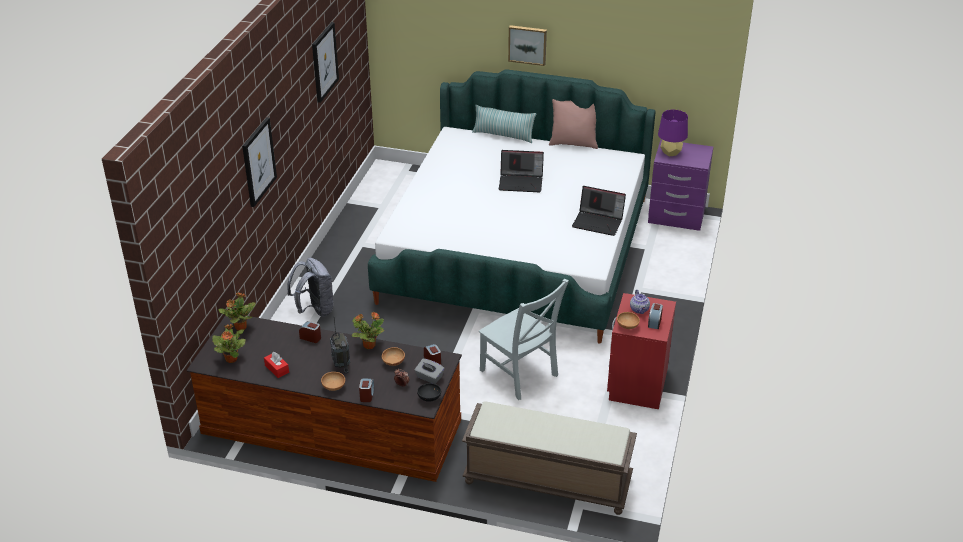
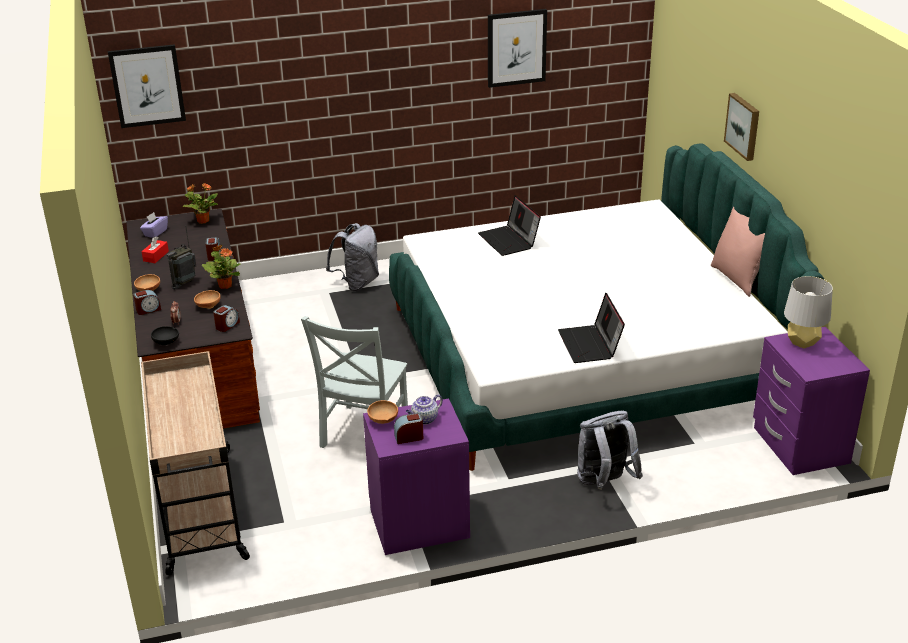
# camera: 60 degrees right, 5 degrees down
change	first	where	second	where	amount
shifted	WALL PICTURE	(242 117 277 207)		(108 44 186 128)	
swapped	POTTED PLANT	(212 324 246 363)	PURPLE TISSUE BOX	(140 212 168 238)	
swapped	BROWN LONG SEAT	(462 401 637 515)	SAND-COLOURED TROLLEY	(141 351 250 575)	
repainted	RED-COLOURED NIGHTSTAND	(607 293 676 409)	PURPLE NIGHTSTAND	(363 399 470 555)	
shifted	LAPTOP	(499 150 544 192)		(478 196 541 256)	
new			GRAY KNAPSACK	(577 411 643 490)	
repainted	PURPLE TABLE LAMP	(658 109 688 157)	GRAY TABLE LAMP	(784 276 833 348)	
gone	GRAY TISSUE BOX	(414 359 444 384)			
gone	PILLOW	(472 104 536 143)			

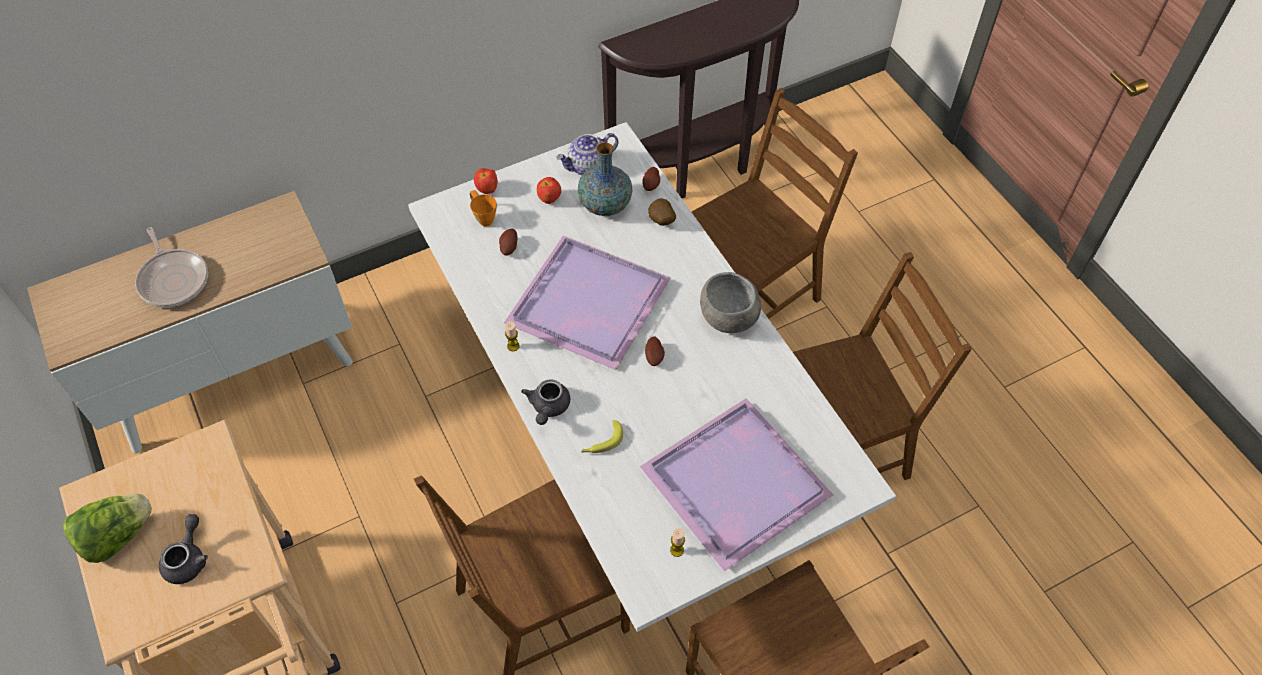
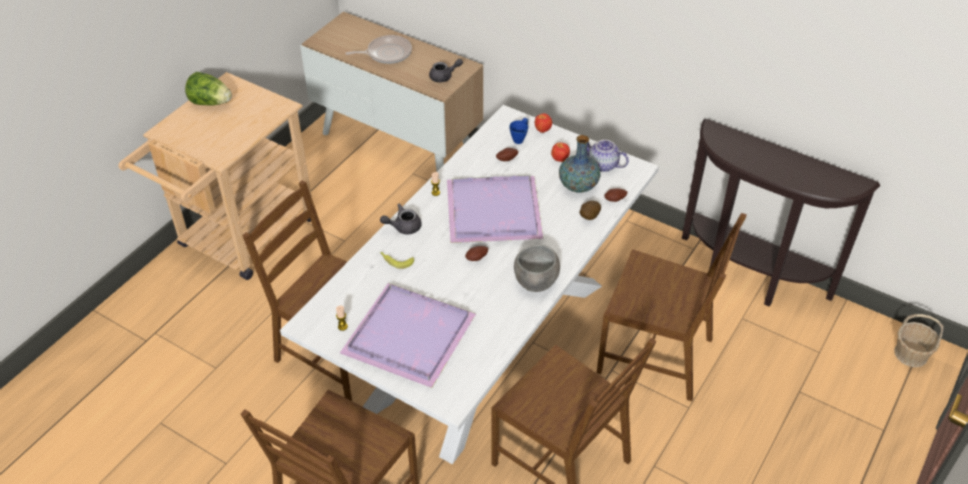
# camera: 60 degrees right, 10 degrees down
change	first	where	second	where	amount
rotated	FRYING PAN	(135 227 208 307)		(345 35 412 64)	135 degrees counterclockwise
shifted	GRAY TEAPOT	(159 514 208 584)		(429 59 463 82)	
repainted	ORANGE-COLOURED TEA MUG	(469 190 497 227)	BLUE TEA MUG	(509 118 528 144)	
new			BASKET	(894 314 943 367)	

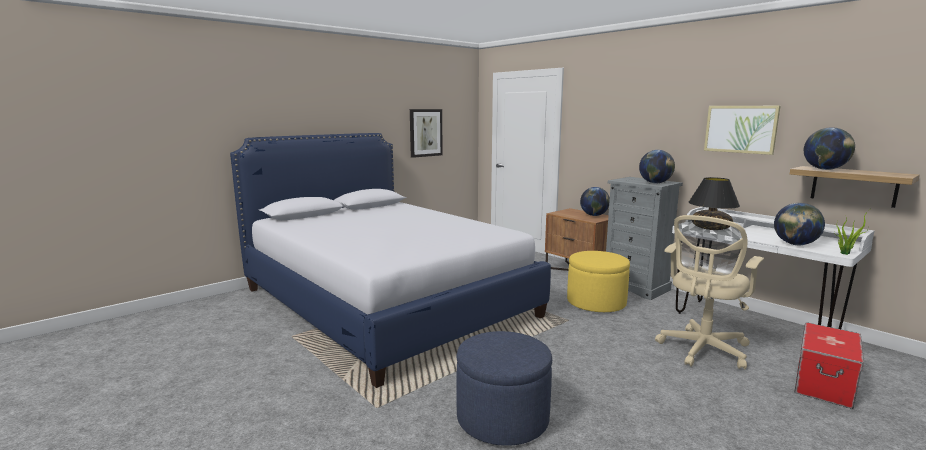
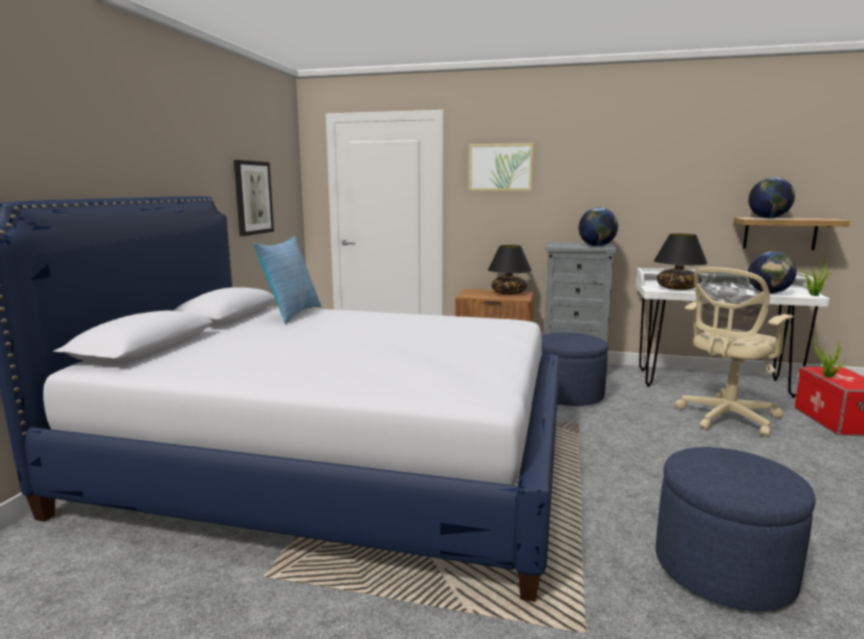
# camera: 35 degrees left, 0 degrees up
change	first	where	second	where	amount
new			PILLOW	(253 236 321 324)	
shifted	WALL PICTURE	(704 106 780 155)		(468 143 534 191)	
swapped	WORLD GLOBE	(580 187 610 216)	BLACK TABLE LAMP	(488 245 532 294)	
repainted	YELLOW OTTOMAN	(567 251 630 312)	BLUE OTTOMAN	(541 332 608 406)	
rotated	SAND-COLOURED OFFICE CHAIR	(655 215 764 369)		(675 267 793 437)	45 degrees clockwise
new			POTTED PLANT	(812 329 845 377)	

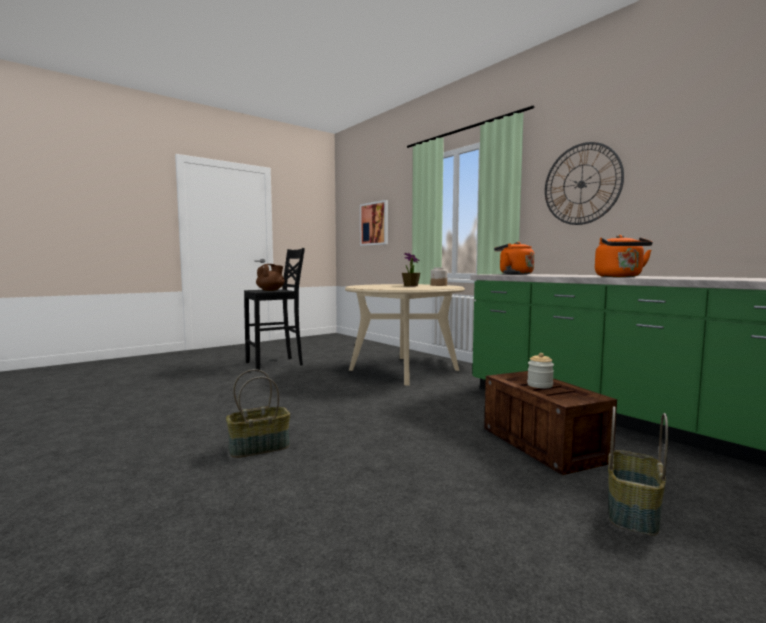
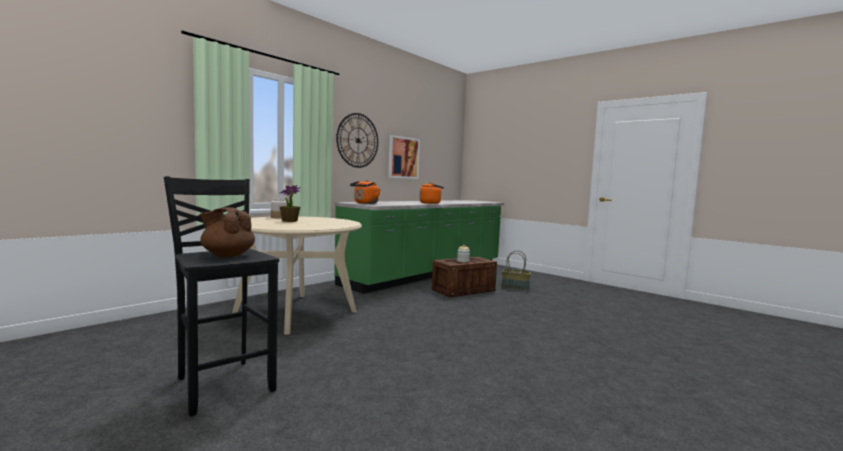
# camera: 100 degrees left, 0 degrees up
change	first	where	second	where	amount
shifted	WALL PICTURE	(360 200 388 246)		(388 135 420 179)	
gone	BASKET	(226 369 290 458)			

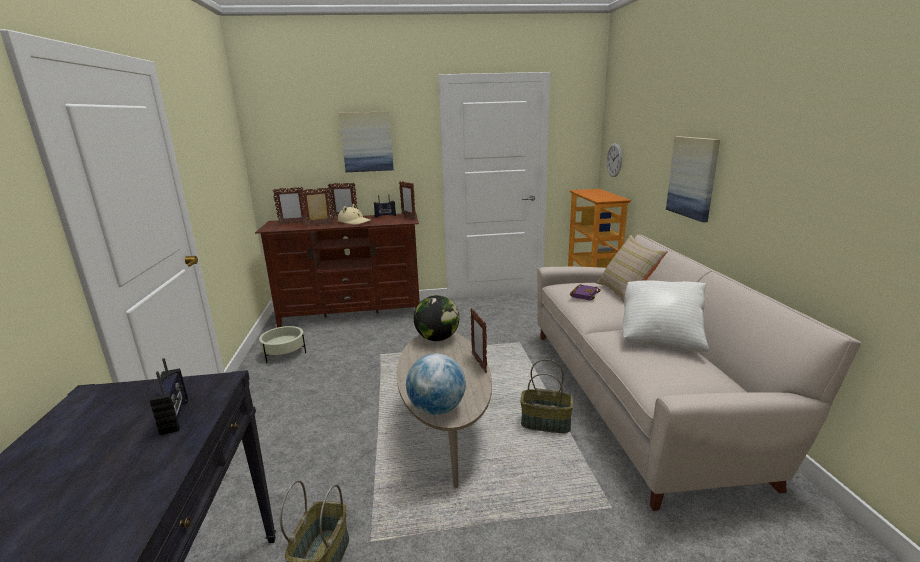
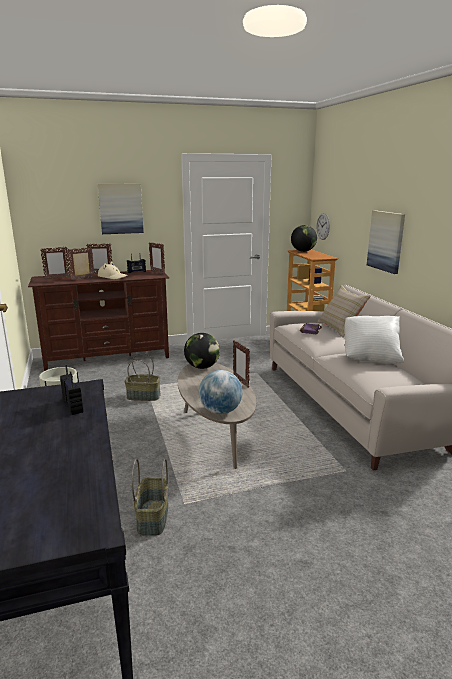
# camera: 10 degrees left, 0 degrees up
change	first	where	second	where	amount
shifted	BASKET	(520 359 574 433)		(124 353 161 401)	
new			WORLD GLOBE	(291 225 317 252)	

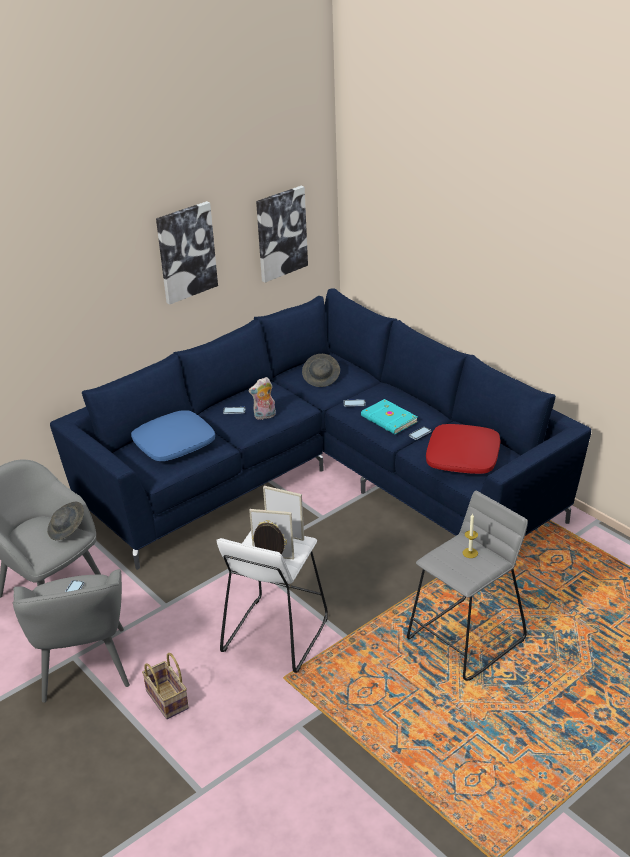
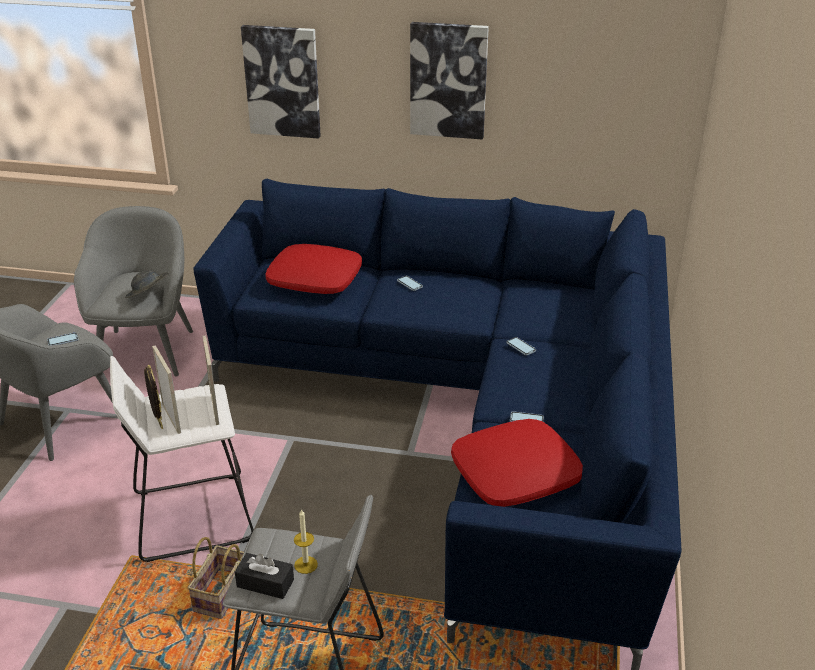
# camera: 50 degrees right, 0 degrees up
change	first	where	second	where	amount
shifted	BASKET	(142 653 189 719)		(188 537 244 619)	
new			BLACK TISSUE BOX	(235 553 294 599)	
shifted	WALL PICTURE	(256 186 308 283)		(241 25 321 139)	
repainted	BLUE PILLOW	(131 410 215 461)	RED-COLOURED PILLOW	(265 244 362 294)	
gone	PLUSH TOY	(248 377 276 420)			
gone	GRAY HAT	(302 354 340 387)			
gone	TURQUOISE-COLOURED BOOK	(361 399 418 434)			

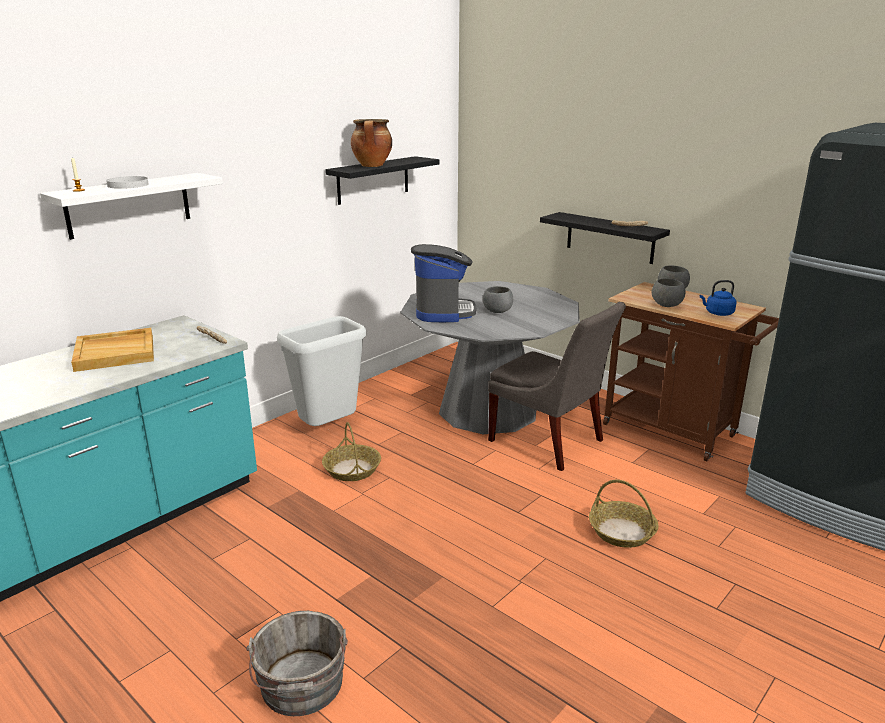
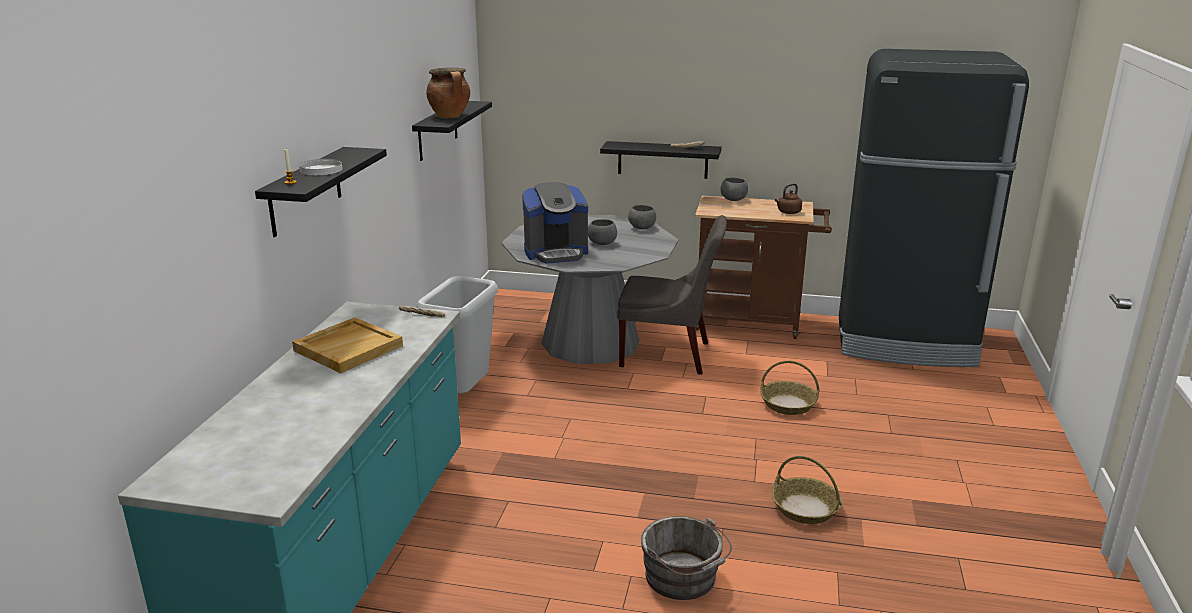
# camera: 30 degrees left, 0 degrees up
change	first	where	second	where	amount
repainted	WHITISH BRACKET SHELF	(40 173 223 240)	BLACK BRACKET SHELF	(255 147 387 237)	
rotated	COFFEE MAKER	(411 244 476 322)		(522 182 588 264)	105 degrees clockwise
shifted	GRAY SERVING BOWL	(651 278 686 307)		(628 205 656 230)	
shifted	BASKET	(322 422 381 481)		(772 456 842 524)	
repainted	BLUE WATER KETTLE	(700 280 737 316)	BROWN WATER KETTLE	(775 183 802 214)	

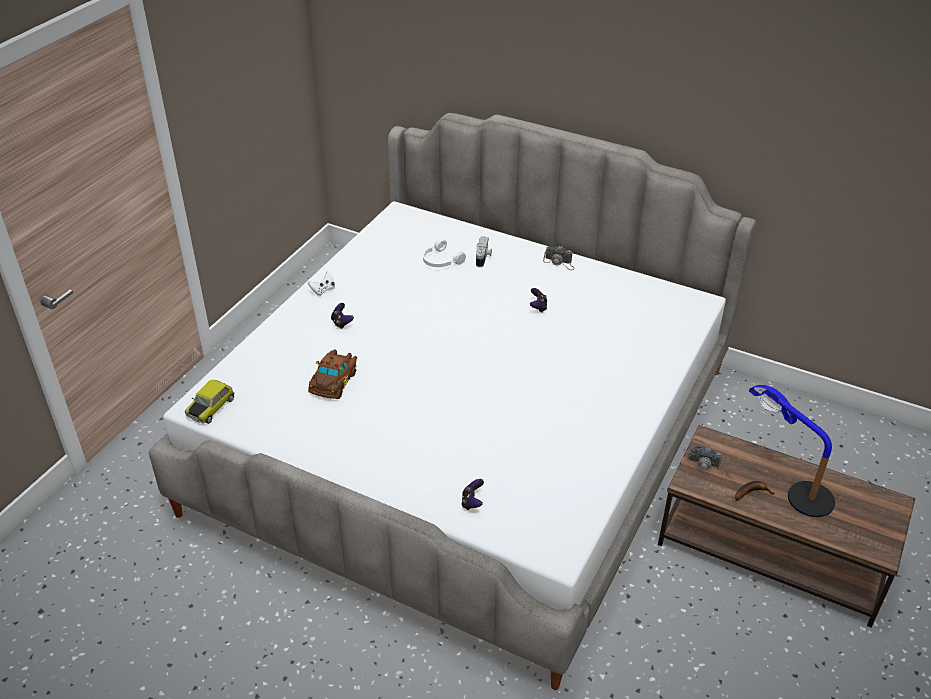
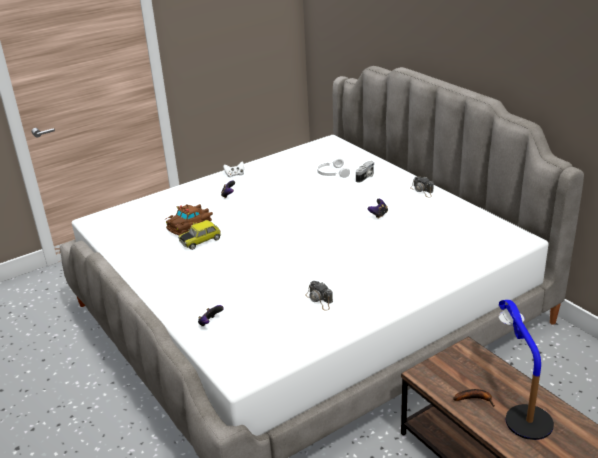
# camera: 30 degrees right, 10 degrees down
change	first	where	second	where	amount
shifted	MINIATURE CAR	(185 380 235 424)		(178 220 221 250)	
shifted	PHOTO CAMERA	(686 446 726 477)		(305 281 333 311)	

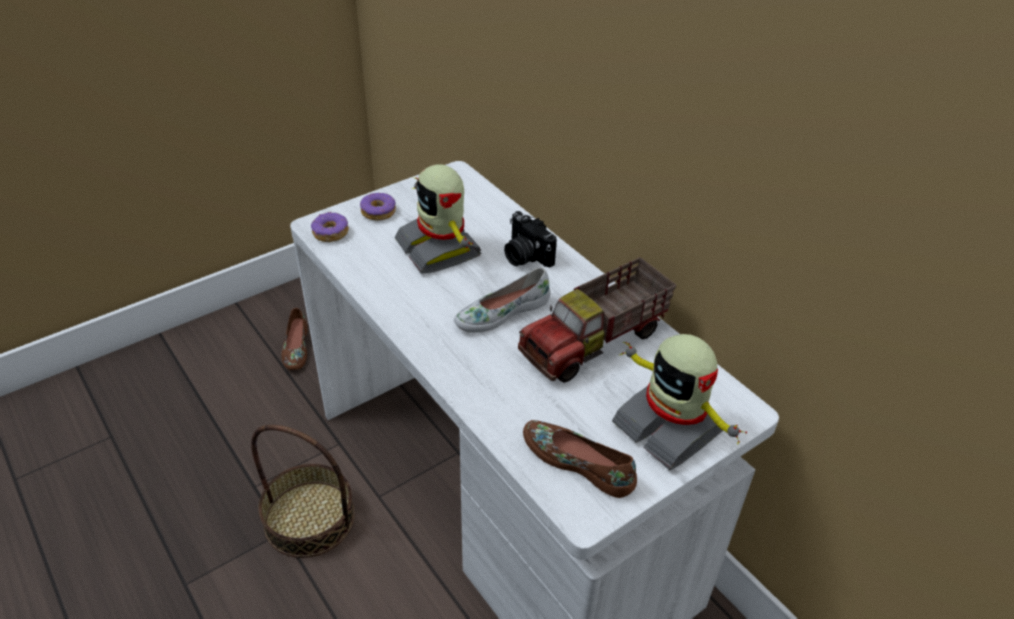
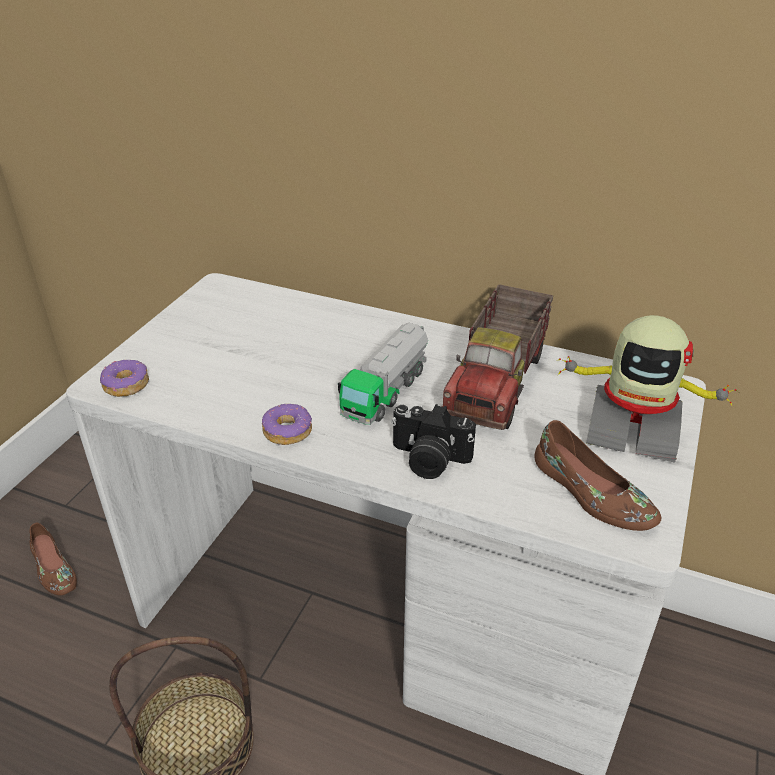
# camera: 30 degrees left, 5 degrees down
change	first	where	second	where	amount
shifted	RING DOUGHNUT	(360 193 396 220)		(262 404 312 445)	
swapped	WHITISH ITEM OF FOOTWEAR	(454 268 551 333)	MODEL TRUCK	(338 323 428 425)	
shifted	PHOTO CAMERA	(504 211 557 267)		(391 404 476 479)	
rotated	BROWN ITEM OF FOOTWEAR	(523 420 637 498)		(535 420 661 531)	135 degrees counterclockwise
gone	ROBOT FIGURE	(395 164 482 274)			

